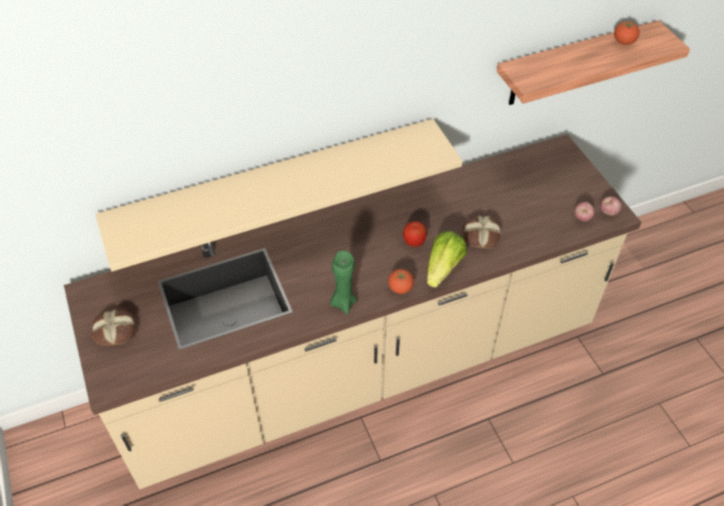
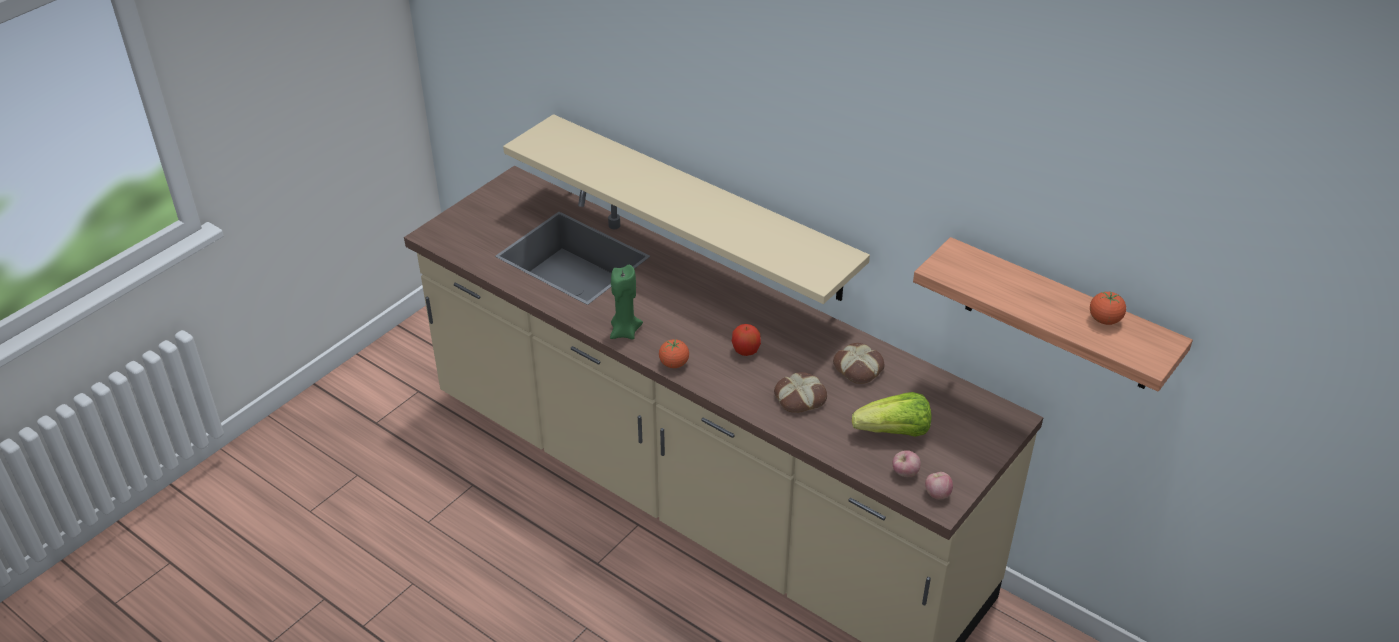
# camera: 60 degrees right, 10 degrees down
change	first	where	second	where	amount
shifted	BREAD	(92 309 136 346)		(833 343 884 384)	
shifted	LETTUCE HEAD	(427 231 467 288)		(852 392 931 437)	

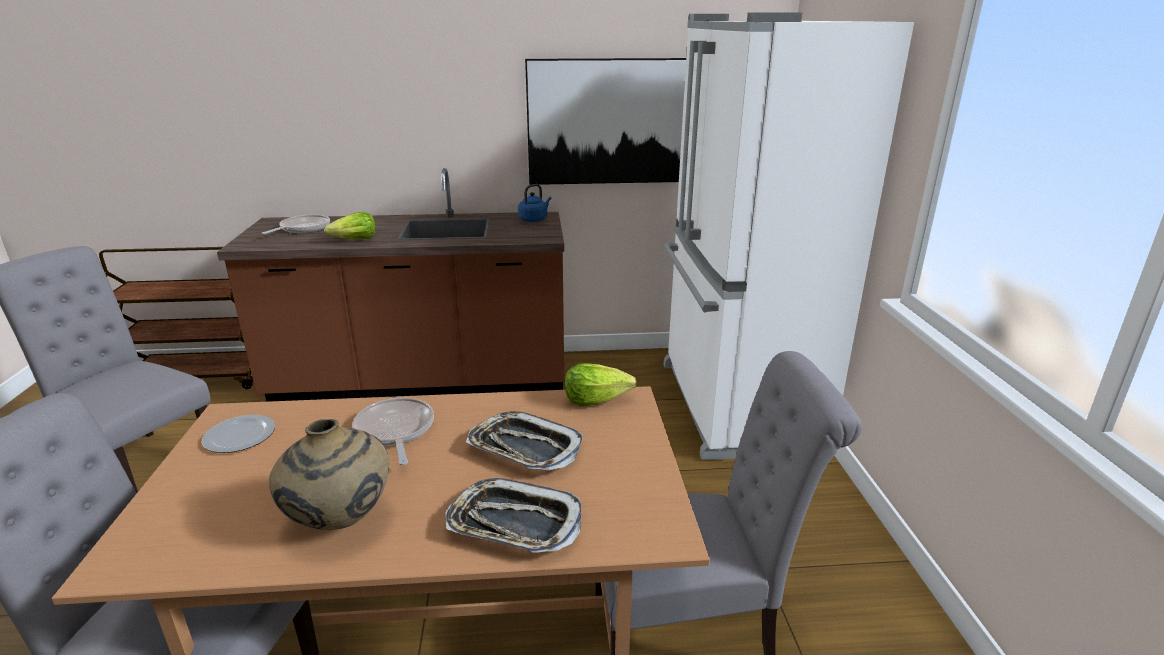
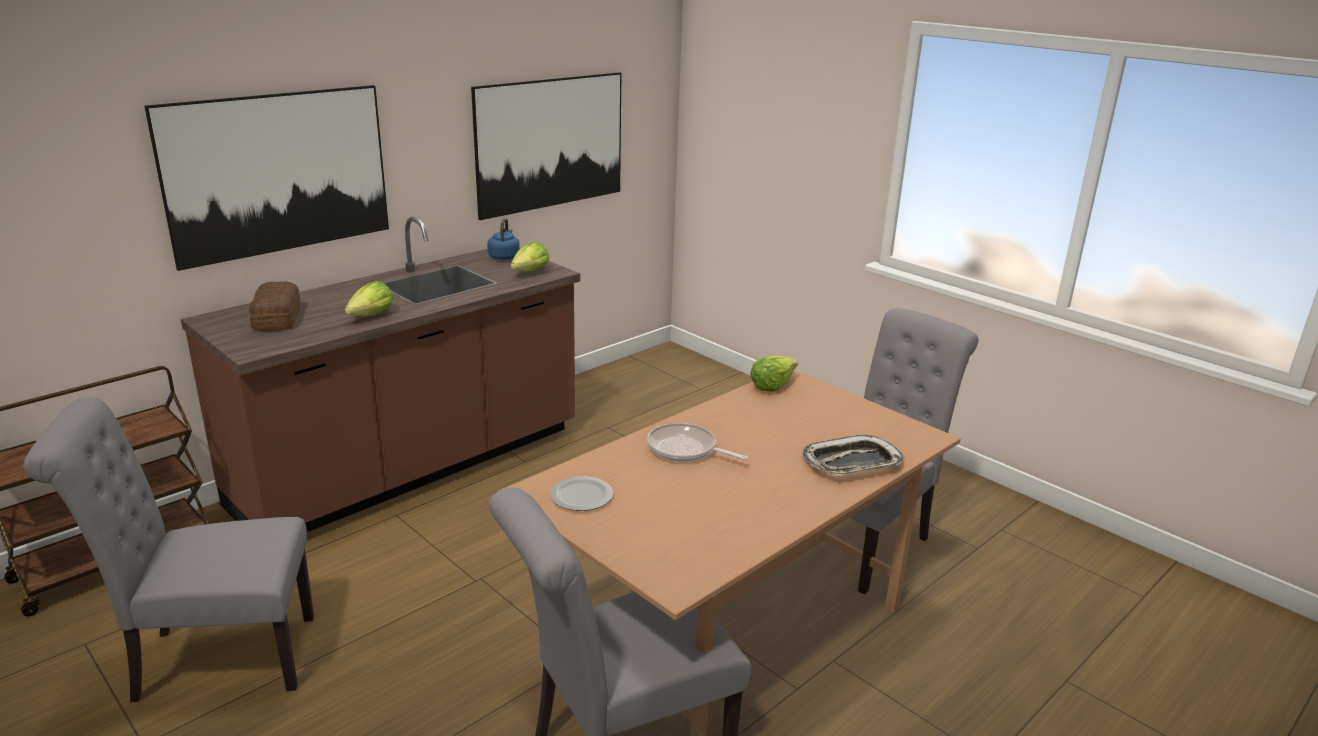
# camera: 40 degrees left, 0 degrees up
change	first	where	second	where	amount
new			WALL PICTURE	(145 85 389 271)	
swapped	FRYING PAN	(262 215 330 234)	BREAD	(249 281 301 331)	
new			LETTUCE HEAD	(510 242 549 272)	
gone	SAND-COLOURED VASE	(269 419 389 530)			
gone	TRAY	(466 411 583 470)			
gone	WHITISH FRIDGE	(664 12 914 460)			

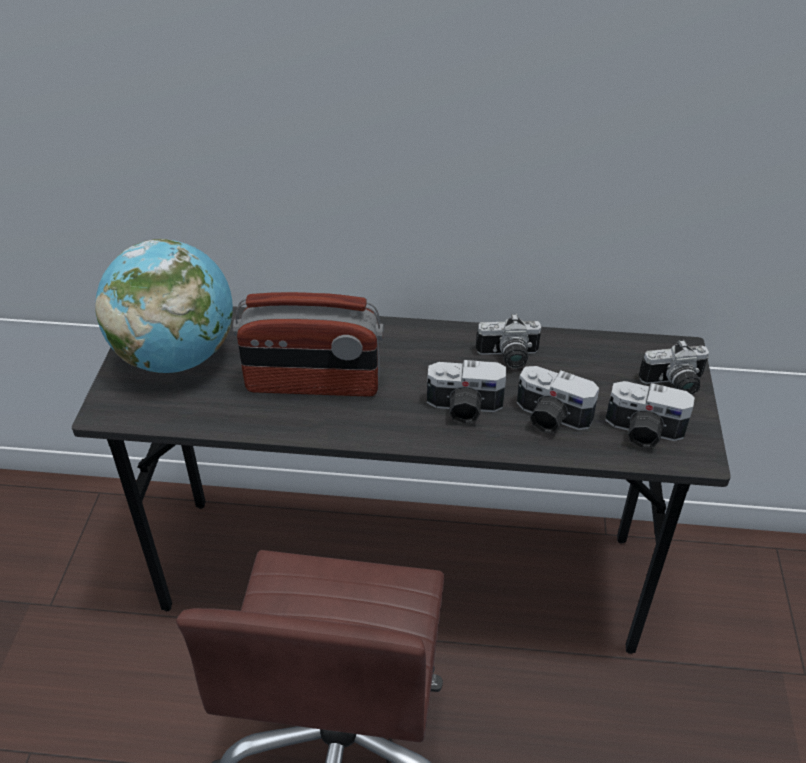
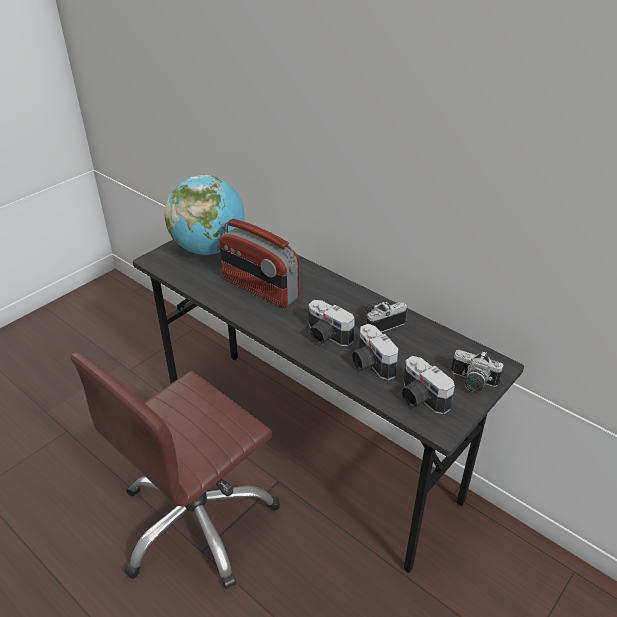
# camera: 35 degrees right, 5 degrees down
change	first	where	second	where	amount
rotated	PHOTO CAMERA	(476 314 541 369)		(366 302 408 332)	120 degrees clockwise

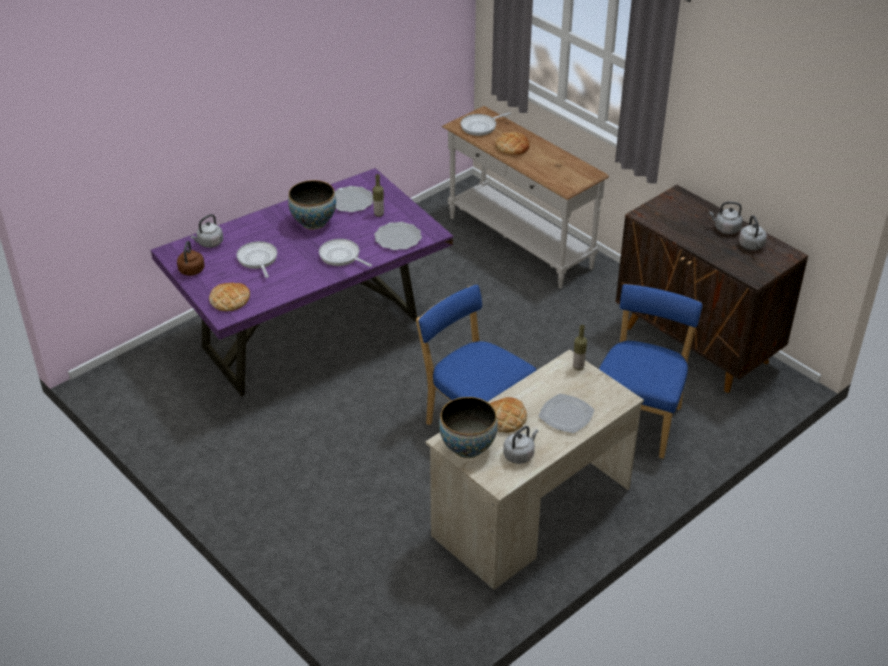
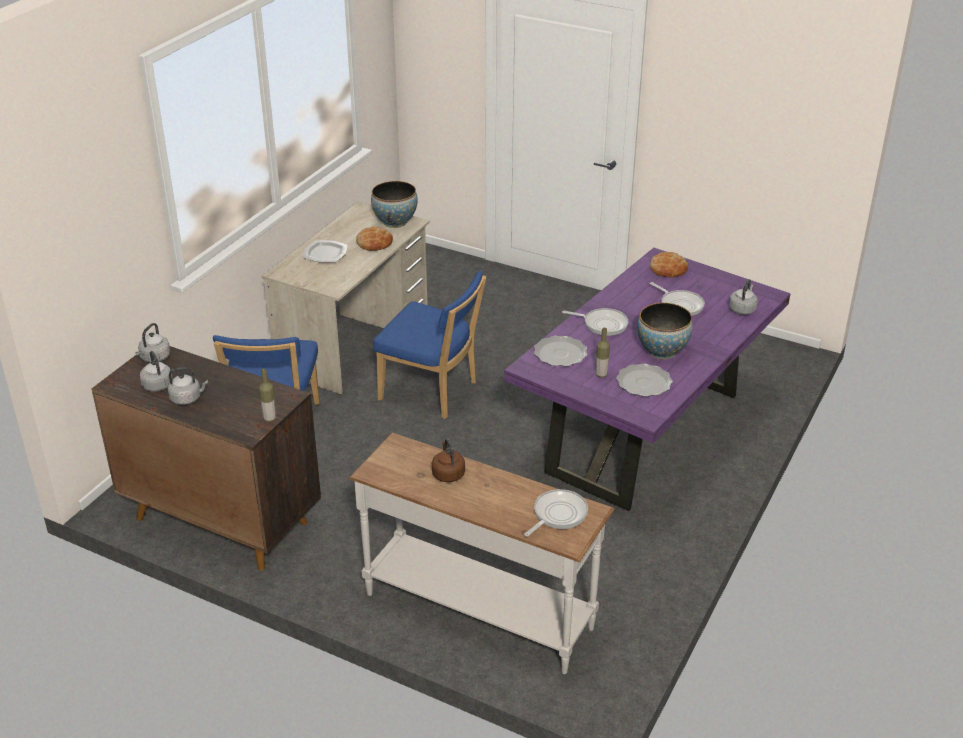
# camera: 160 degrees right, 5 degrees down
change	first	where	second	where	amount
shifted	GRAY WATER KETTLE	(503 426 538 464)		(135 323 170 362)	
shifted	BOTTLE	(573 325 587 370)		(259 368 276 422)	
shifted	BROWN WATER KETTLE	(177 241 205 276)		(432 439 465 482)	
gone	BREAD	(496 132 529 155)			

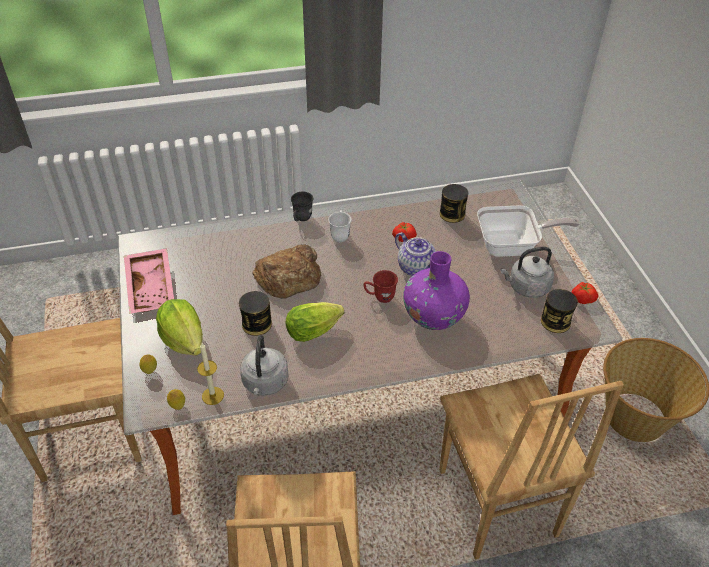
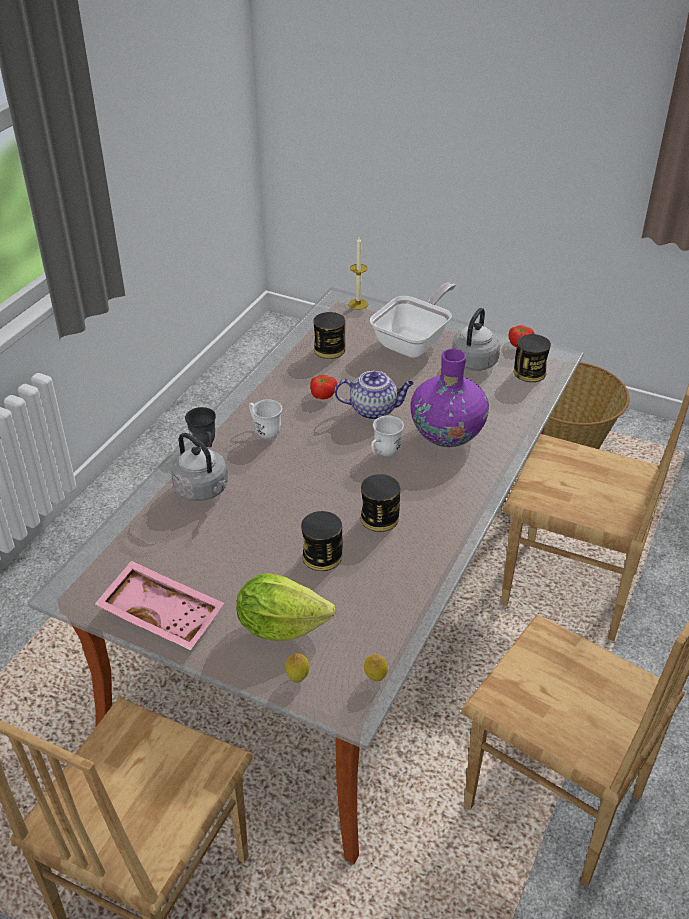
# camera: 50 degrees left, 5 degrees down
change	first	where	second	where	amount
shifted	GRAY WATER KETTLE	(240 335 289 396)		(171 433 228 501)	
shifted	CANDLE	(197 343 224 405)		(348 237 368 310)	
swapped	LETTUCE HEAD	(285 302 344 342)	CAN	(361 474 400 532)	
repainted	RED-COLOURED TEA MUG	(363 270 398 303)	WHITISH TEA MUG	(371 416 404 456)	
gone	BREAD	(252 245 321 299)			

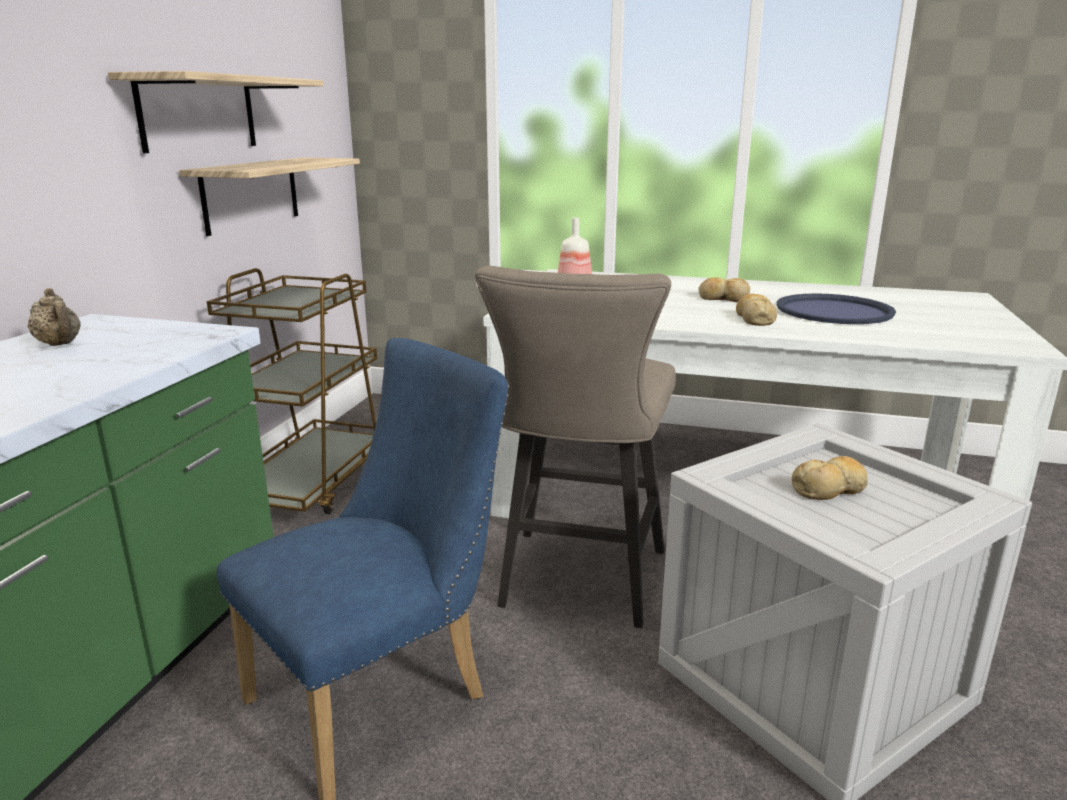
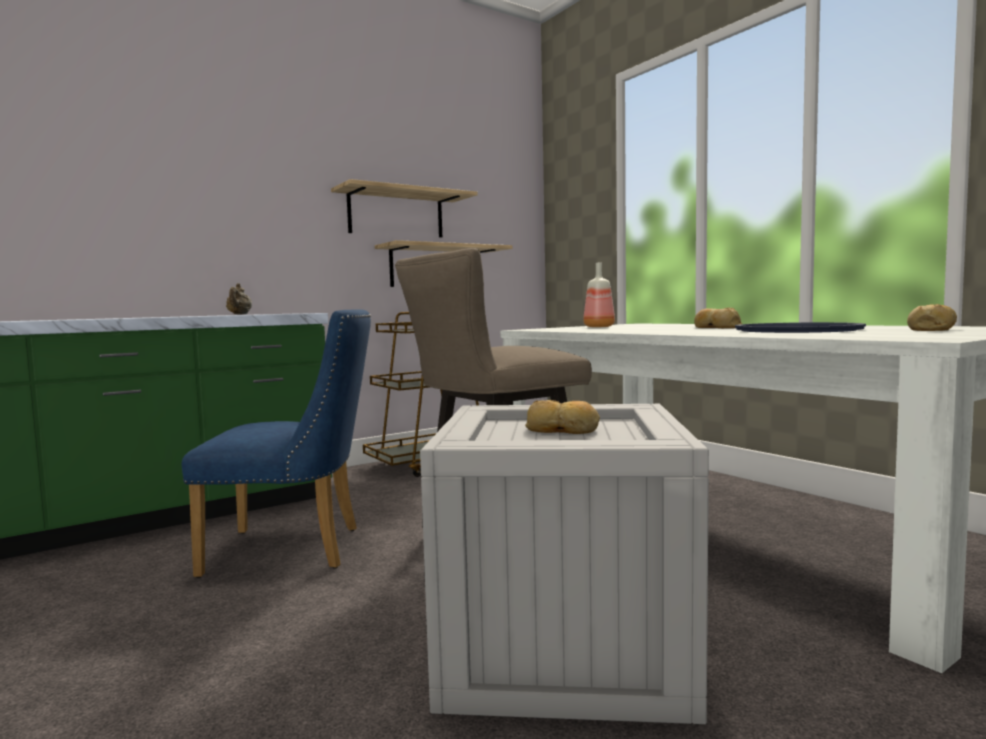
# camera: 40 degrees right, 15 degrees down
change	first	where	second	where	amount
shifted	BREAD	(736 294 777 326)		(907 304 957 331)	

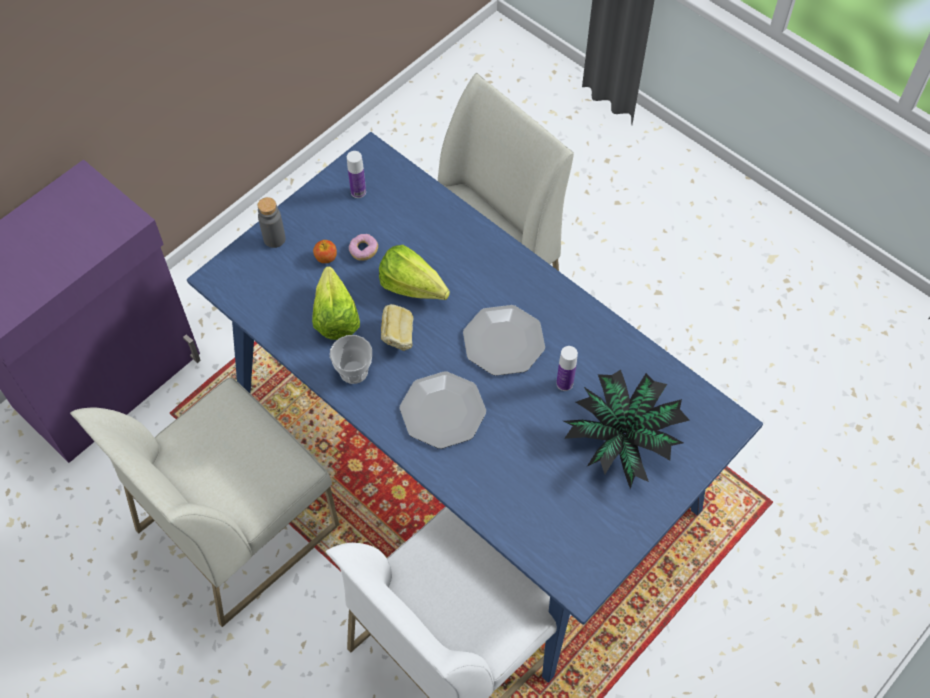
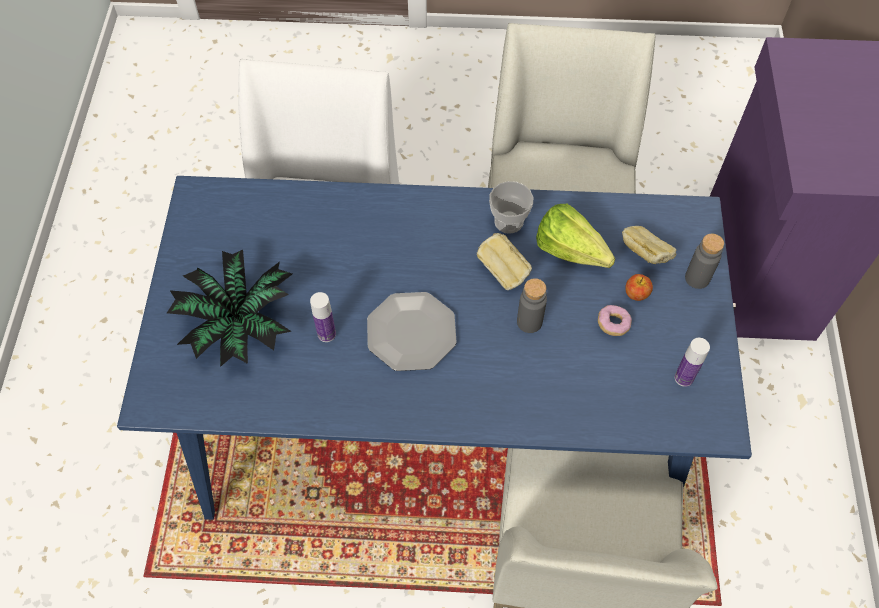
# camera: 140 degrees right, 0 degrees up
change	first	where	second	where	amount
swapped	LETTUCE HEAD	(379 245 450 300)	GRAY BOTTLE	(517 278 547 333)	
new			BREAD	(622 226 677 264)	
gone	FLAT DISH	(400 371 486 449)			

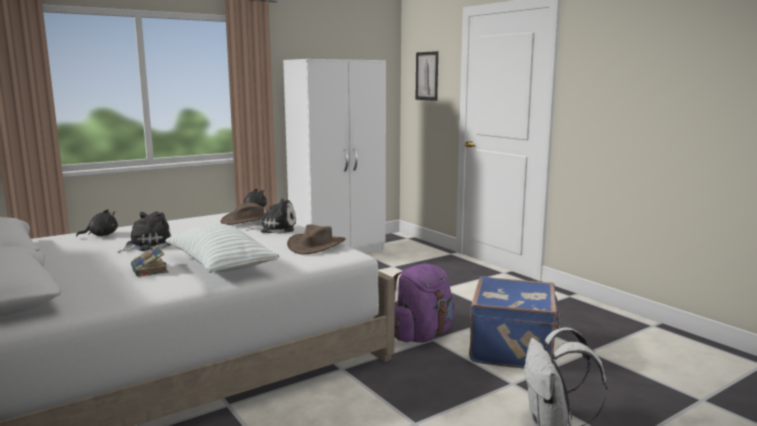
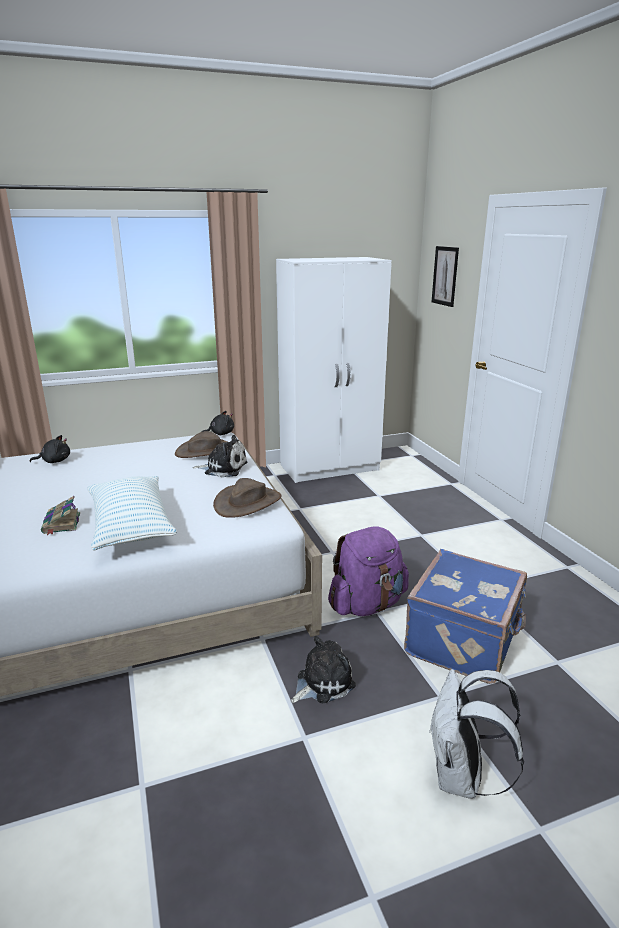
# camera: 15 degrees right, 10 degrees up
change	first	where	second	where	amount
shifted	PLUSH TOY	(117 211 171 253)		(291 636 356 703)	

